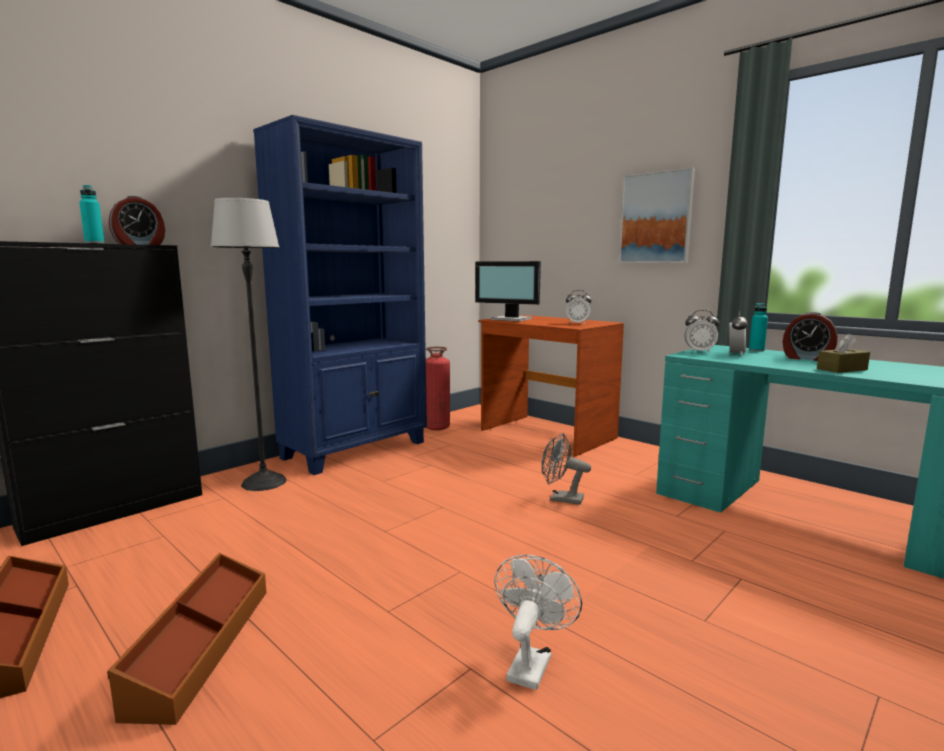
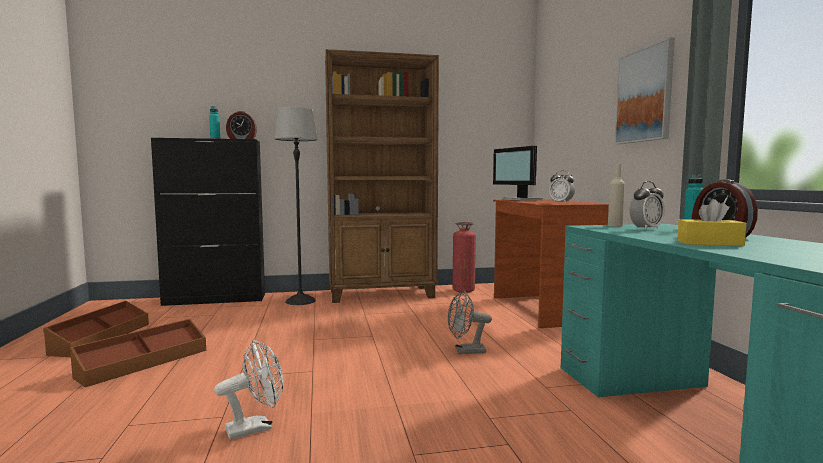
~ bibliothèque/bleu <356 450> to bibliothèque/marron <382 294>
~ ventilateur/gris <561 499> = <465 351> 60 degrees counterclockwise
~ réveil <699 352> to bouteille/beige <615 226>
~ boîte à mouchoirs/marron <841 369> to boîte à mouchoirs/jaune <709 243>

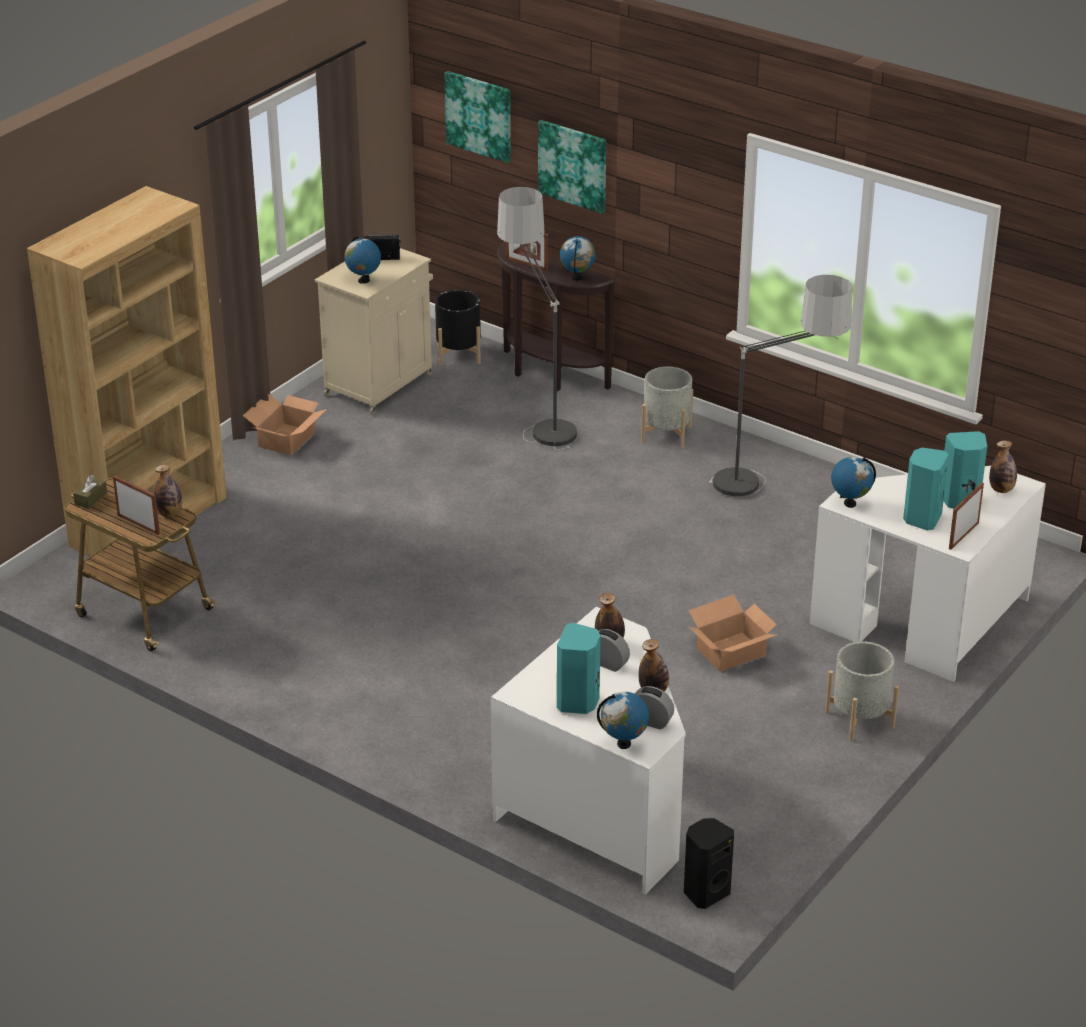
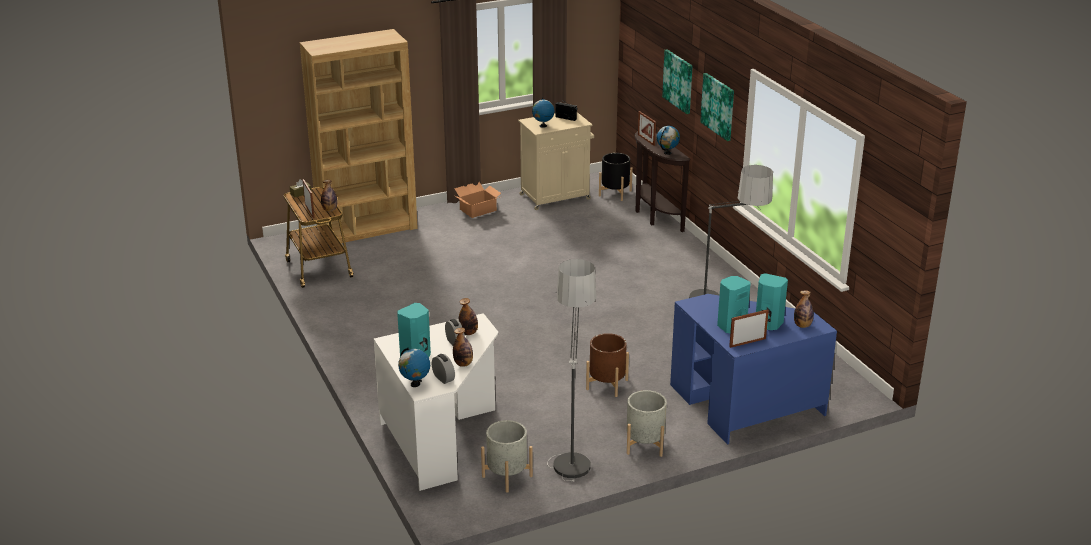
~ tableau <479 115> to <718 106>
~ lampadaire <537 419> to <571 449>
~ cache-pot/gris <666 434> to <507 476>
- enceinte/noir <705 892>
~ carton <732 652> to cache-pot/marron <607 384>
~ bureau/blanc <926 622> to bureau/bleu <744 406>
- globe <850 503>

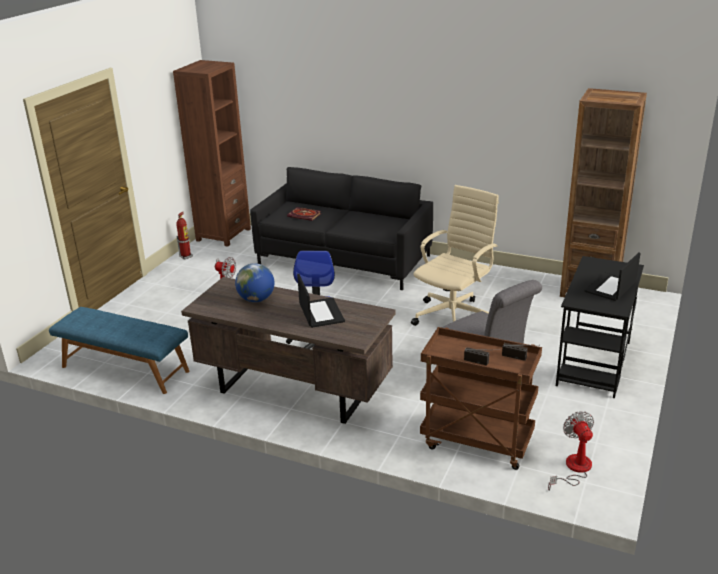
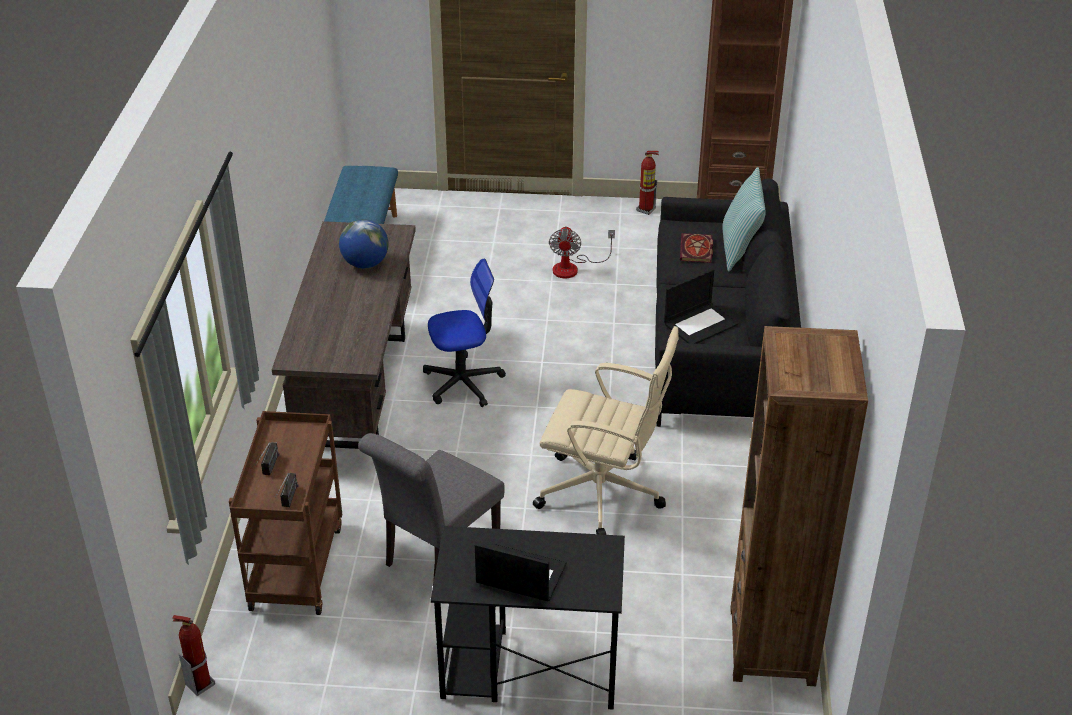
~ ordinateur portable <320 313> to <700 324>
- ventilateur <573 469>
+ extincteur <200 684>
+ coussin <740 249>

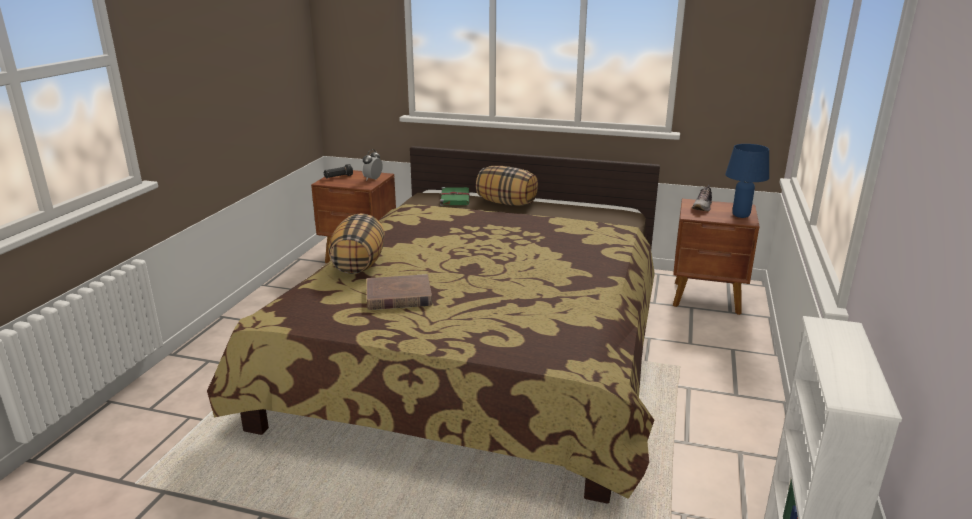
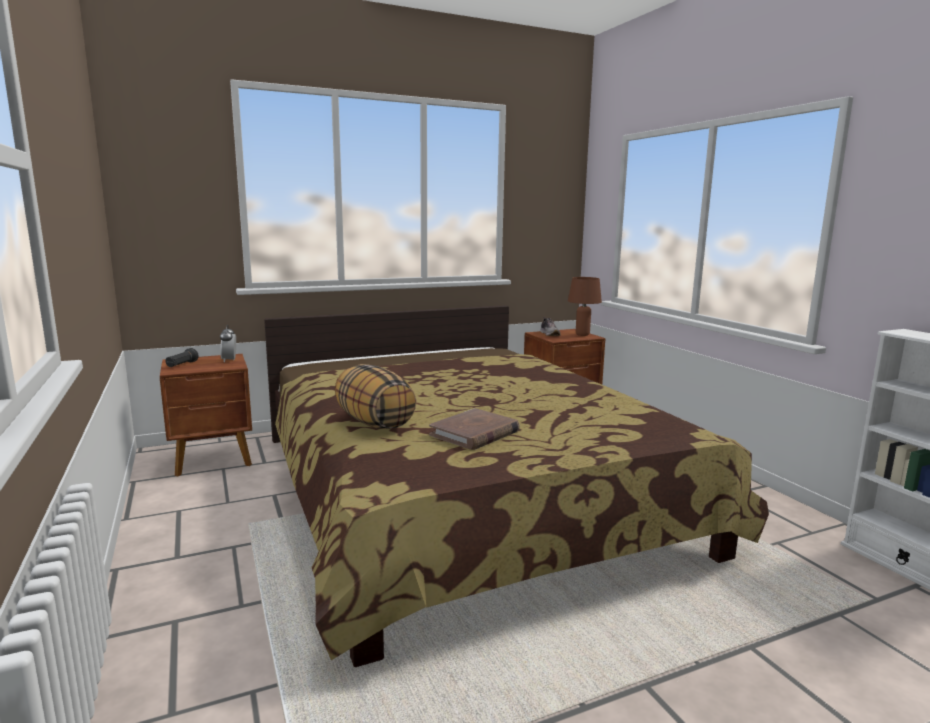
- livre/vert <455 198>
- coussin <507 203>
~ lampe de table/bleu <741 215> to lampe de table/marron <582 334>

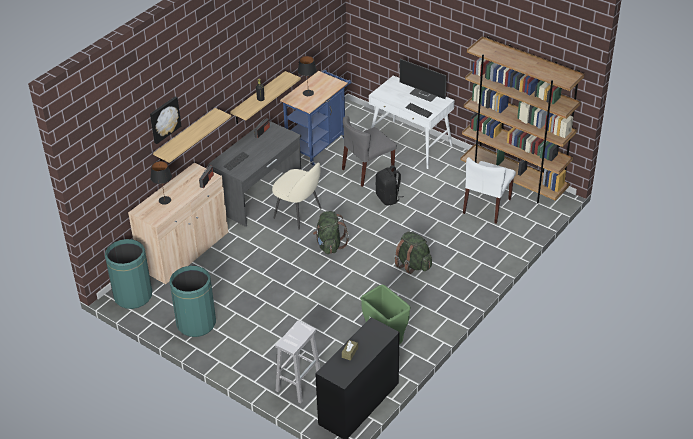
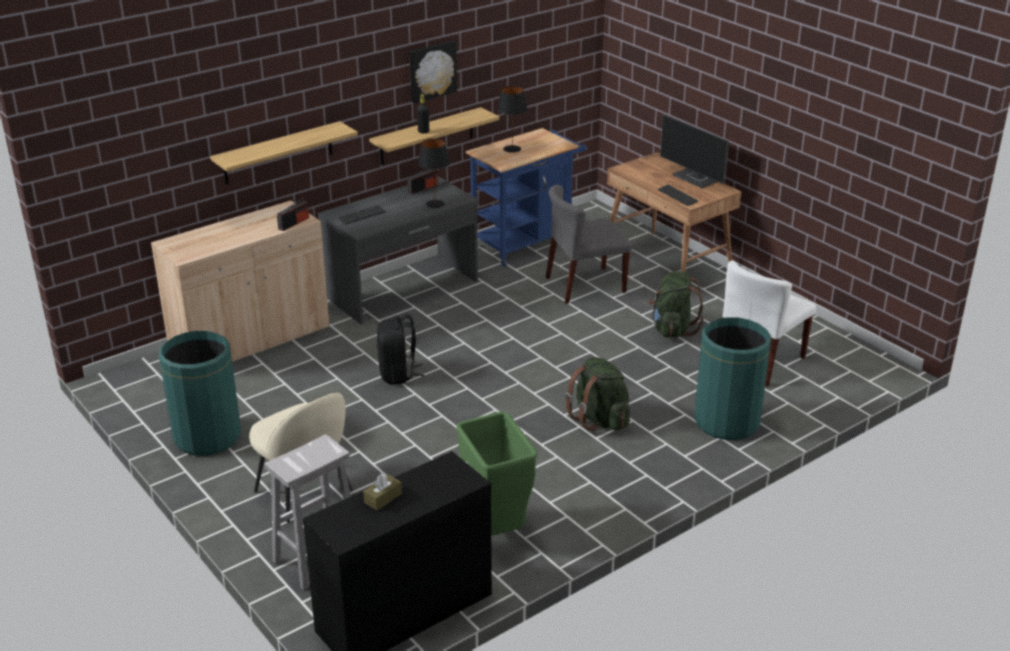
~ poubelle/vert <133 296> to <726 421>
~ tableau <164 119> to <432 70>
~ lampe de table/noir <165 200> to <435 204>
~ chaise/beige <298 213> to <305 492>
~ sac à dos/vert <329 245> to <672 329>
~ bureau/blanc <410 144> to bureau/marron <667 264>
~ sac à dos/noir <388 198> to <398 374>
- bibliothèque/marron <513 181>

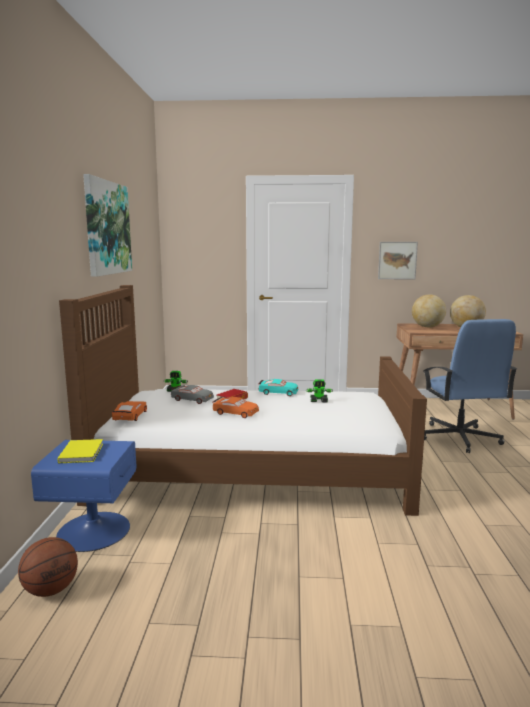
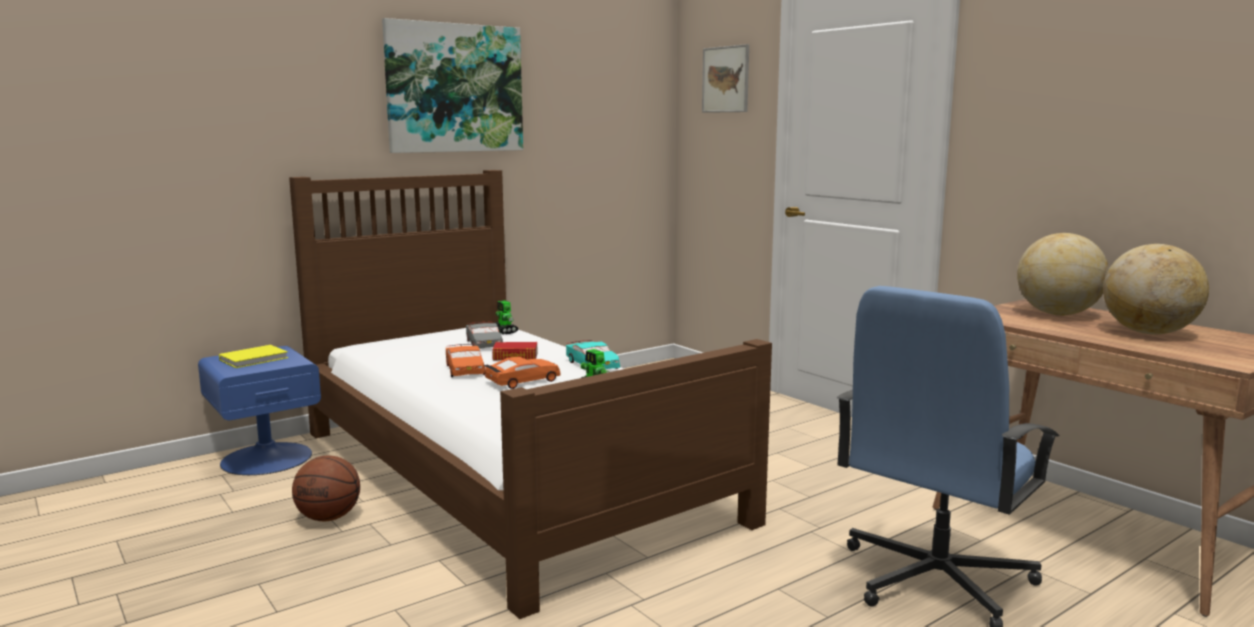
~ ballon de basket <51 589> to <329 518>
~ petite voiture/orange <130 416> to <522 381>
~ tableau <397 260> to <725 79>

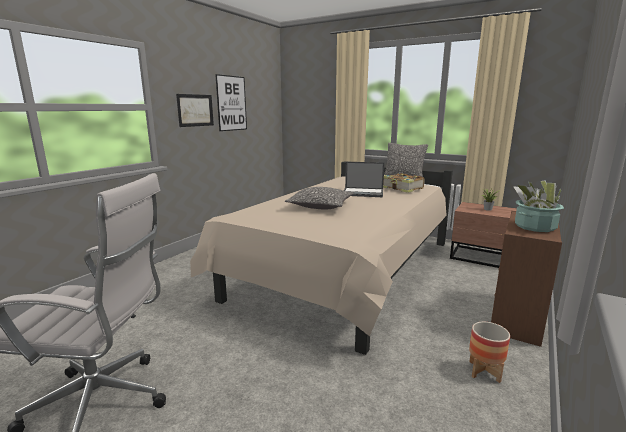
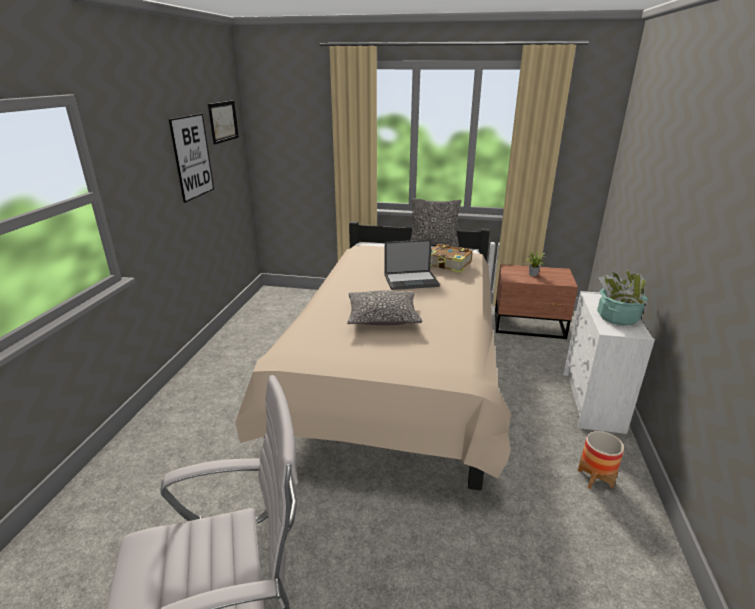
~ tableau <195 110> to <223 121>
~ commode/marron <517 317> to commode/blanc <592 402>

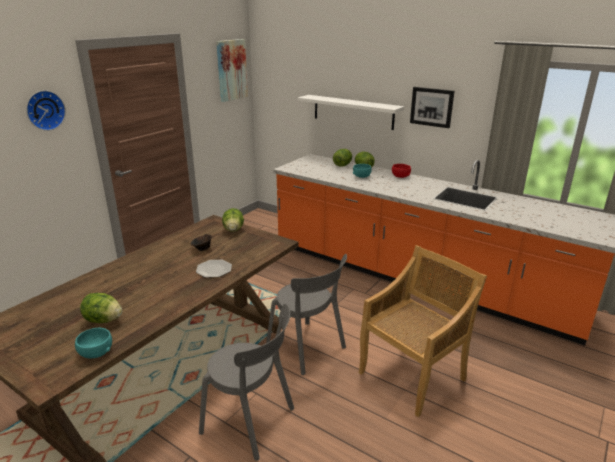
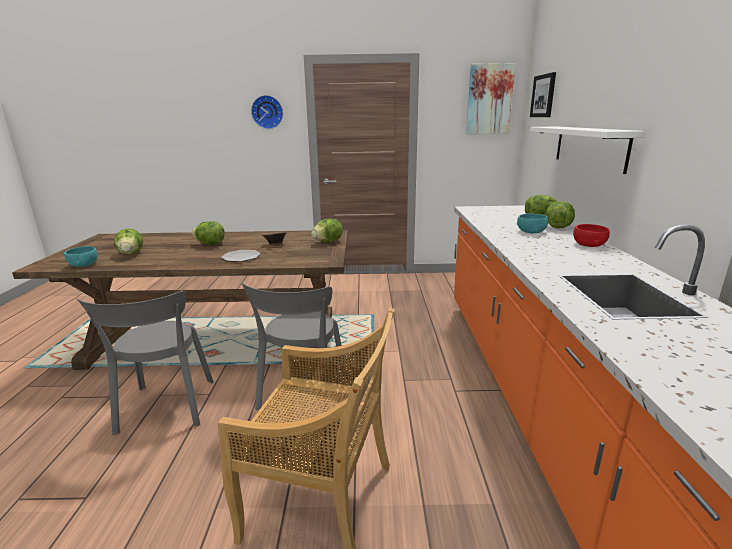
~ tableau <432 107> to <543 96>
+ laitue <210 244>

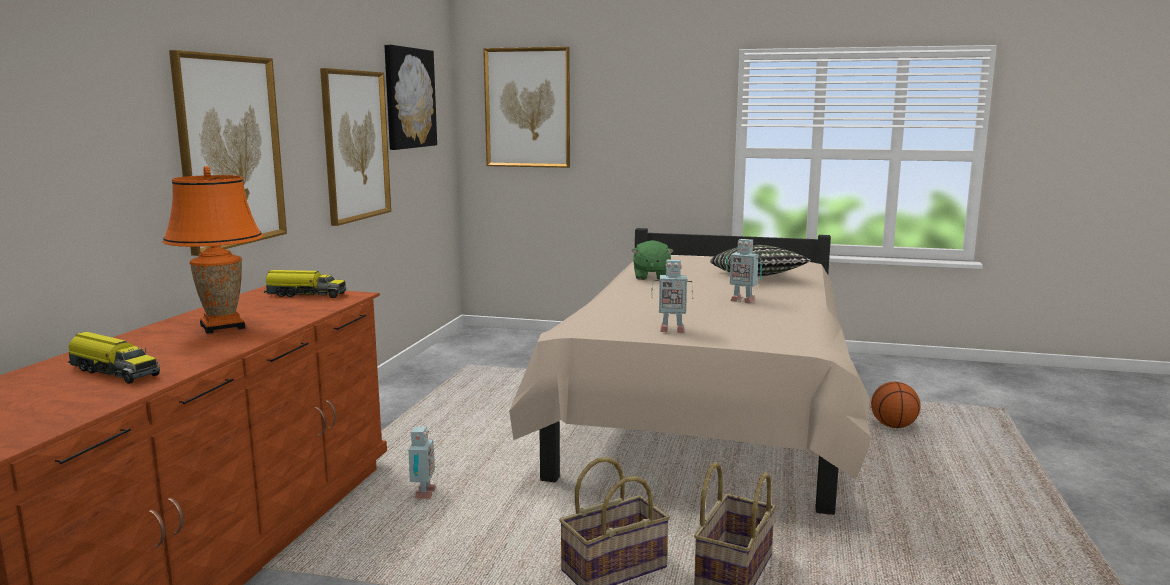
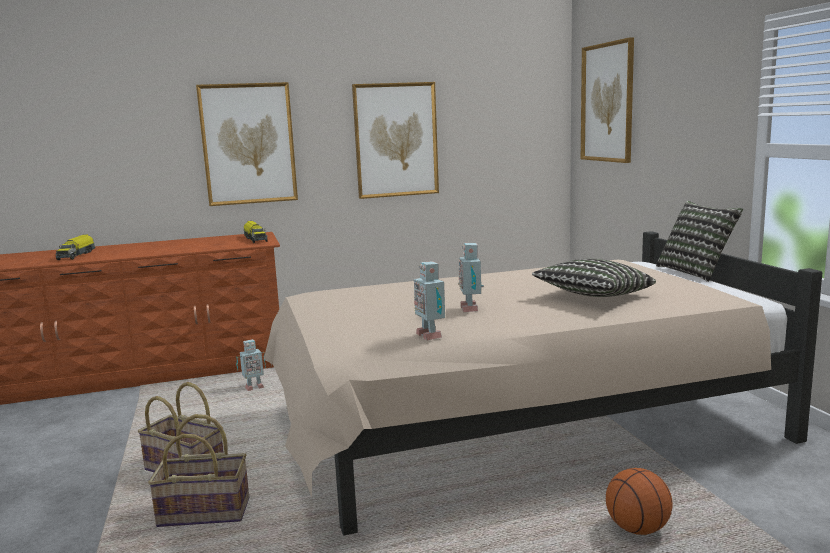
- lampe de table/orange <223 327>
- tableau <409 98>
- peluche/vert <651 277>
~ robot jouet <671 330> to <430 335>
+ coussin <696 271>

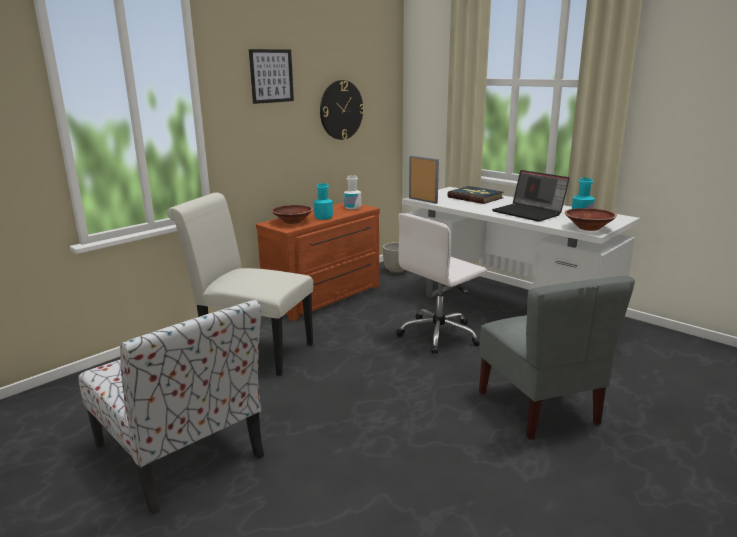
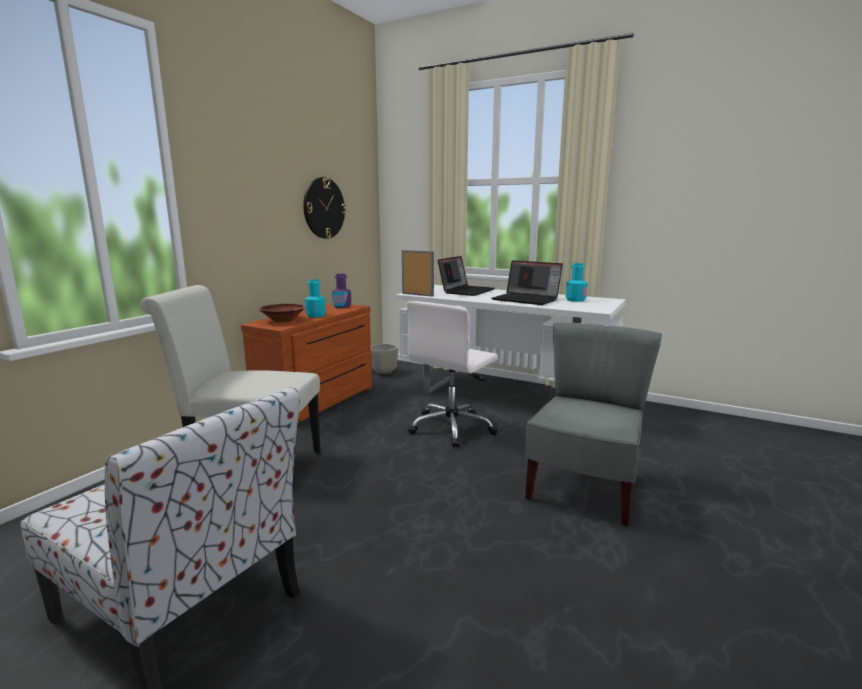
- tableau <271 76>
~ bouteille/blanc <352 207> to bouteille/violet <342 306>
~ livre <475 197> to ordinateur portable <466 291>
~ chaise/gris <539 408> = <584 489> 120 degrees counterclockwise
- bol/marron <588 228>

